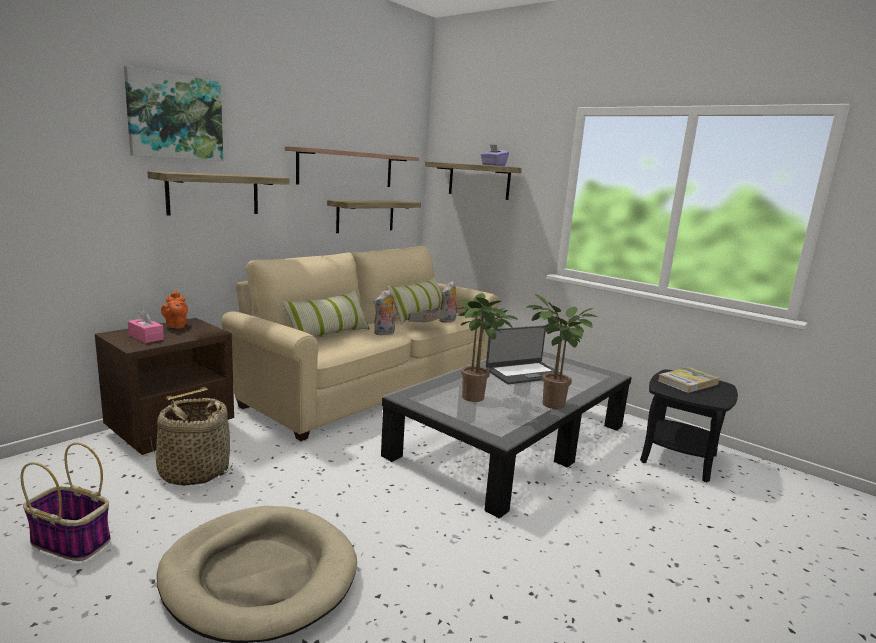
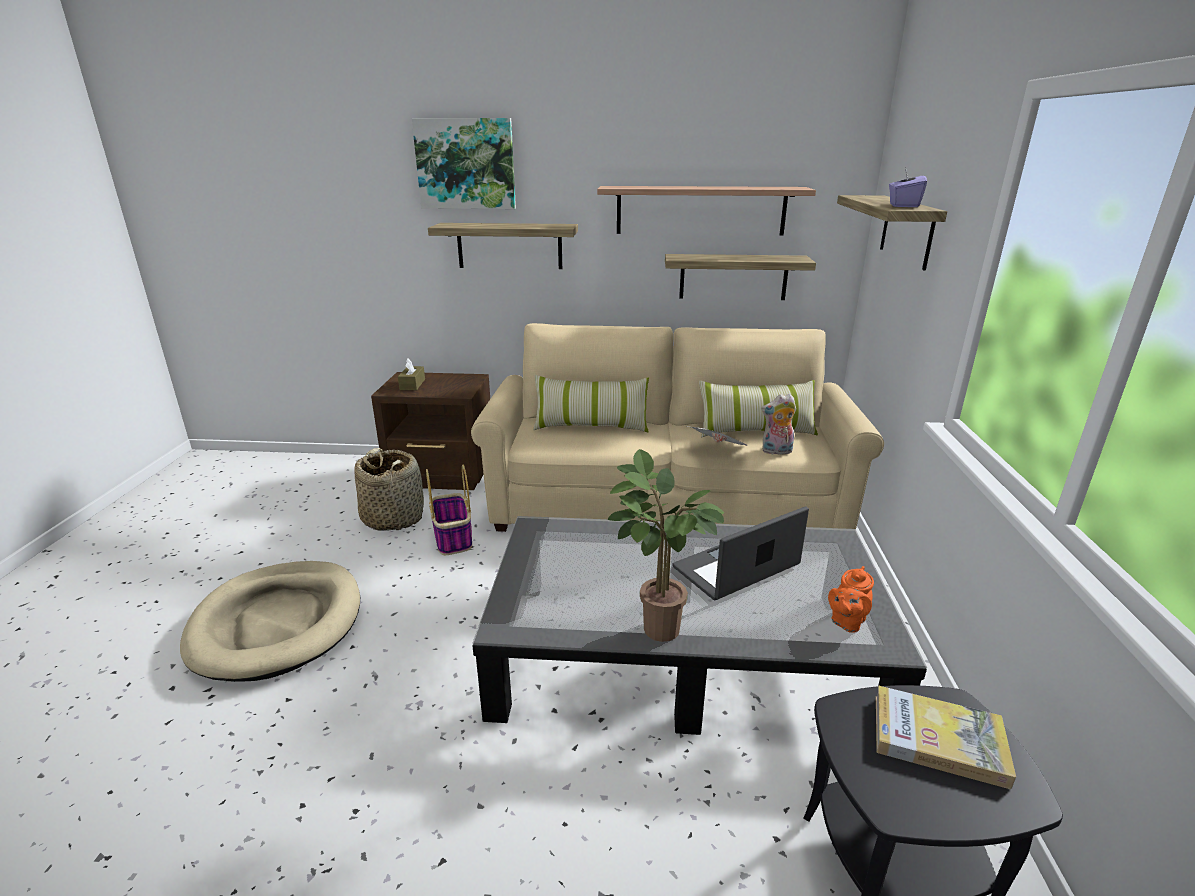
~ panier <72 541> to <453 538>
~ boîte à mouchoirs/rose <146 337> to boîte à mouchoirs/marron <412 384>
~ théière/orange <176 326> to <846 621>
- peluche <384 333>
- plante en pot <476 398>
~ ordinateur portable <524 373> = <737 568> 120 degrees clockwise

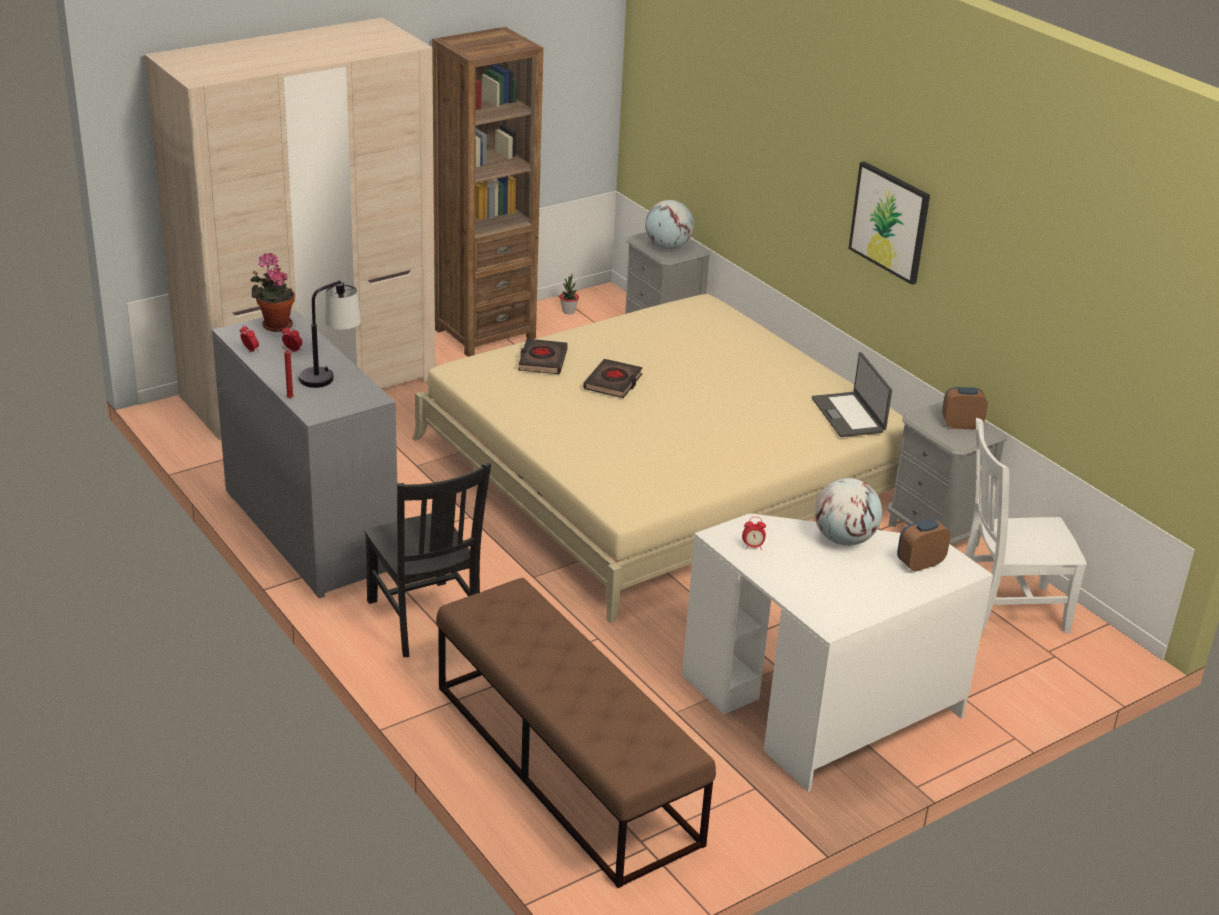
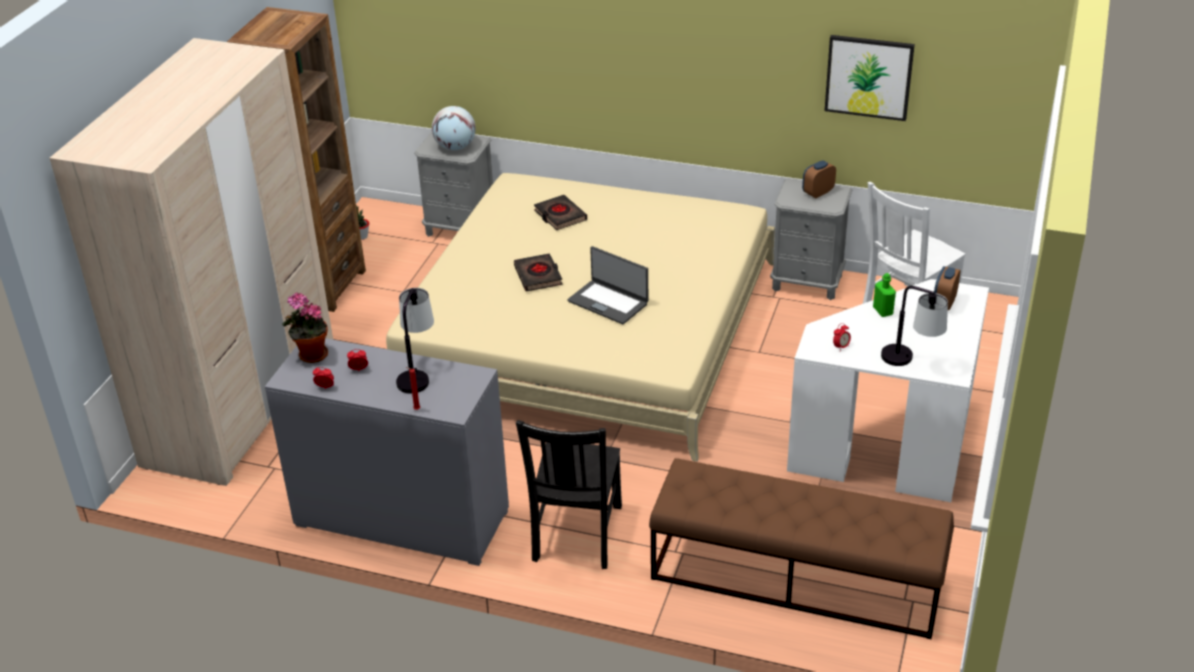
~ chaise/noir <425 621> = <576 535> 75 degrees clockwise
~ livre/noir <542 361> to <560 216>
~ ordinateur portable <849 415> to <608 302>
~ globe <843 539> to bouteille/vert <882 311>
~ tableau <890 222> to <869 77>
+ lampe de table <910 361>

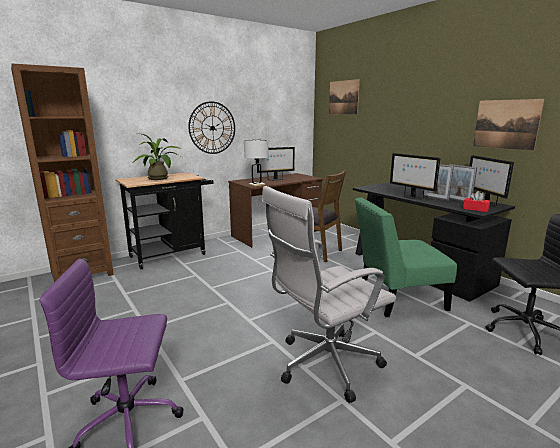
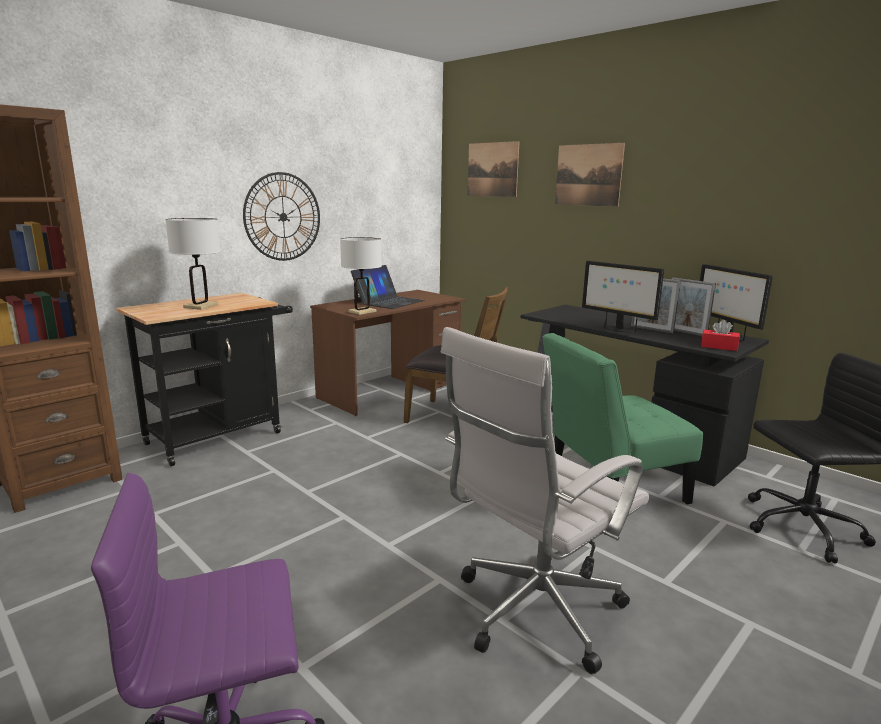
~ plante en pot <160 179> to lampe de table/blanc <201 306>
~ écran d'ordinateur <275 179> to ordinateur portable <388 301>
~ tableau <506 124> to <588 175>

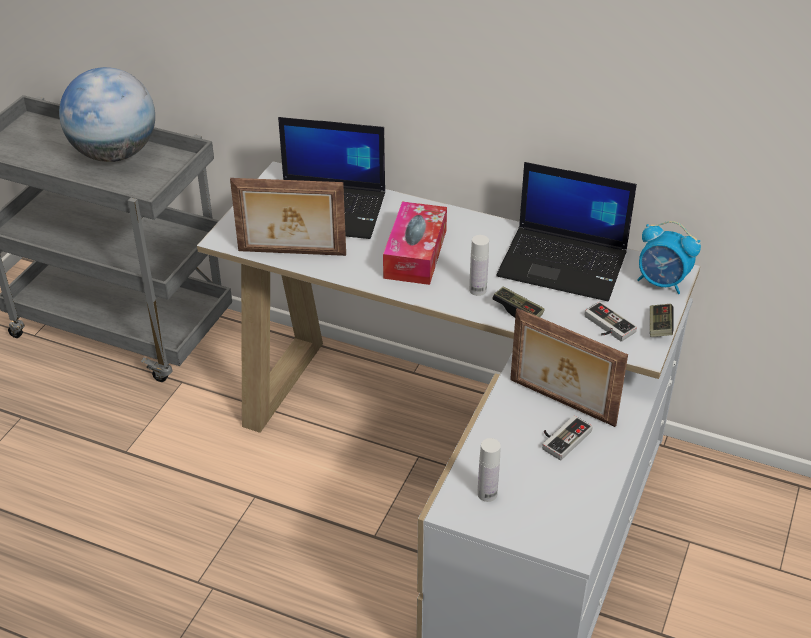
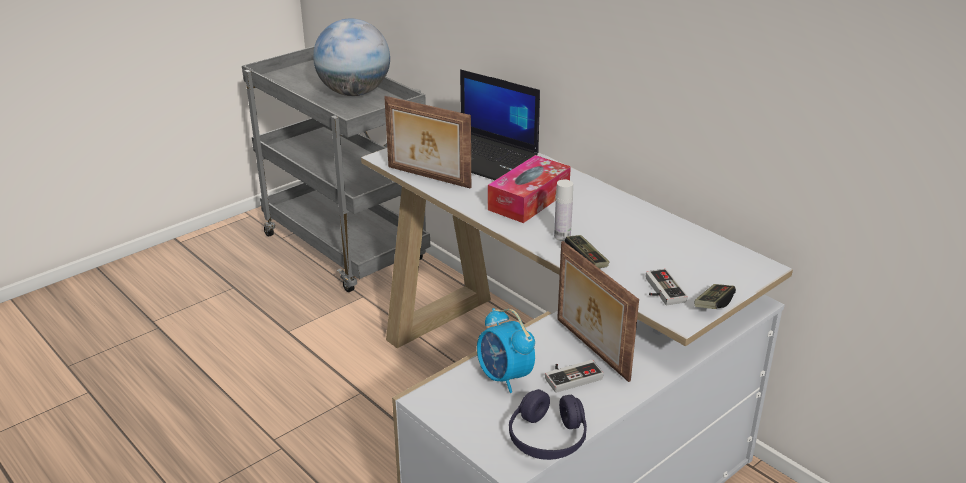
- bouteille/blanc <487 494>
- ordinateur portable <564 263>
~ réveil <662 282> to <504 377>
+ casque audio/violet <547 438>

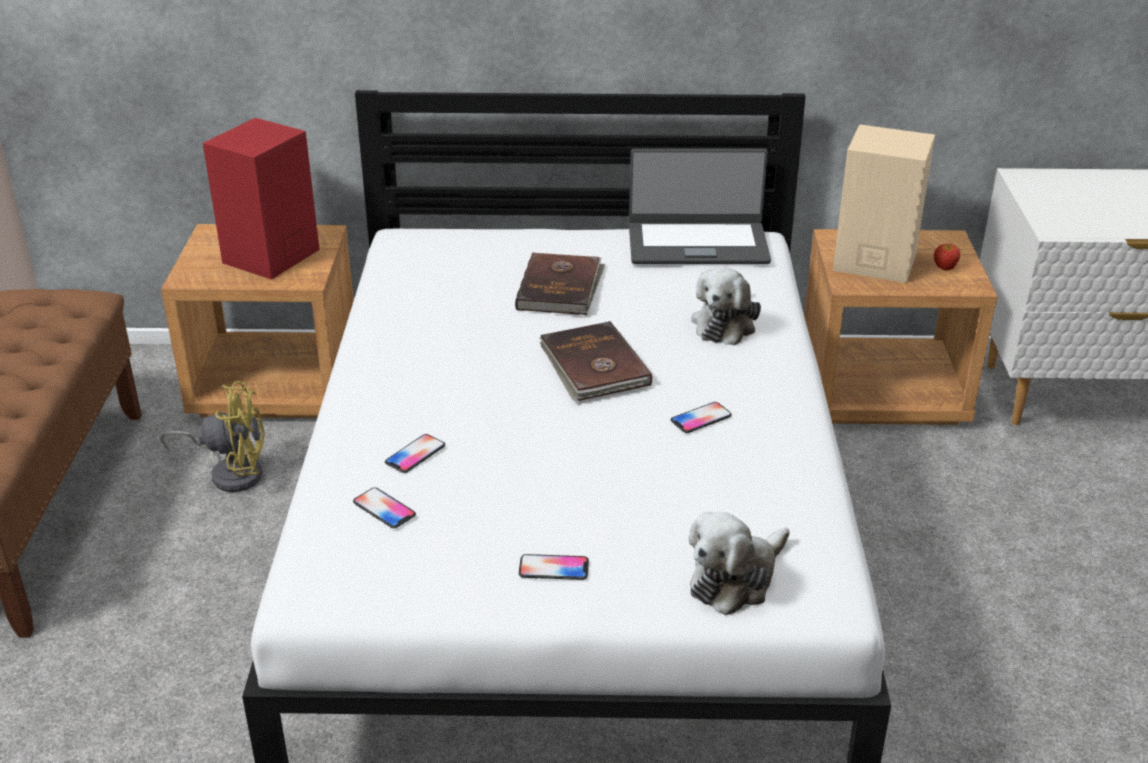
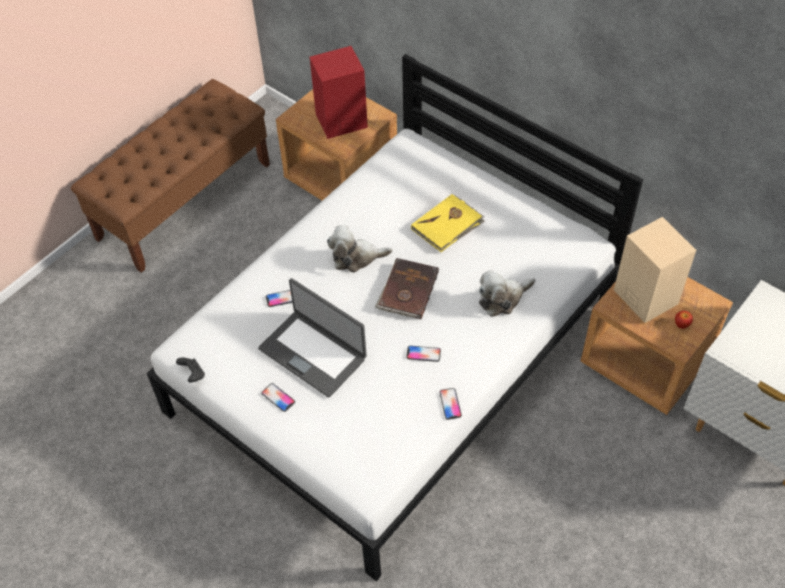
- ventilateur/jaune <231 472>
~ téléphone <384 509> to <450 404>
~ livre/marron <560 288> to livre/jaune <447 225>
~ ordinateur portable <697 243> to <313 353>
~ peluche <735 579> to <356 257>
+ manette/noir <193 374>

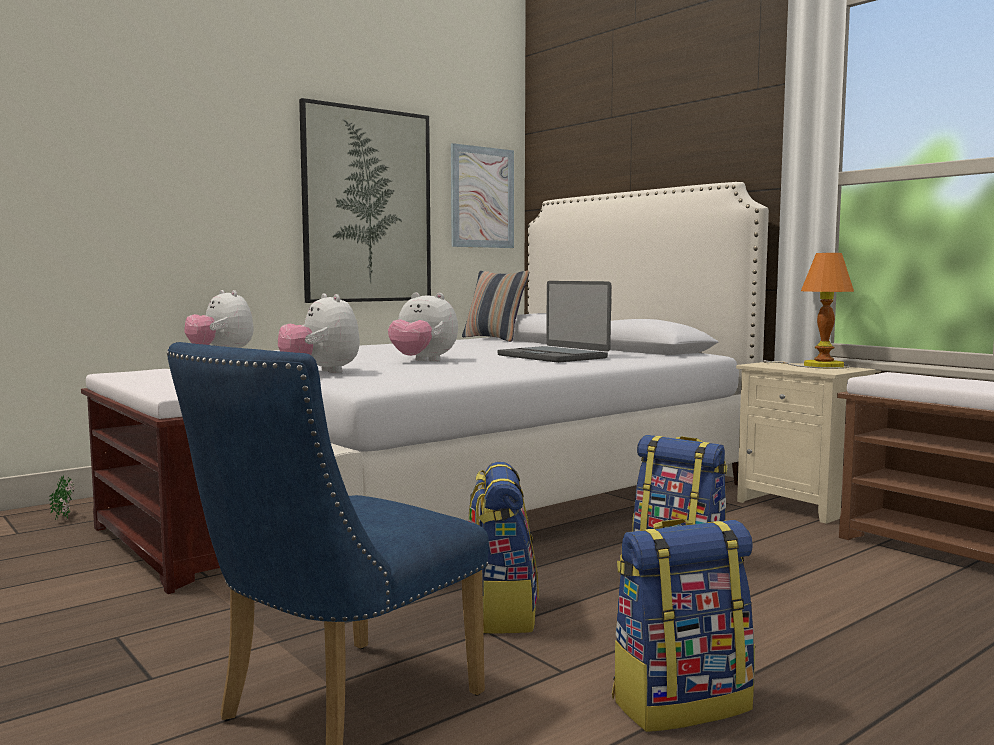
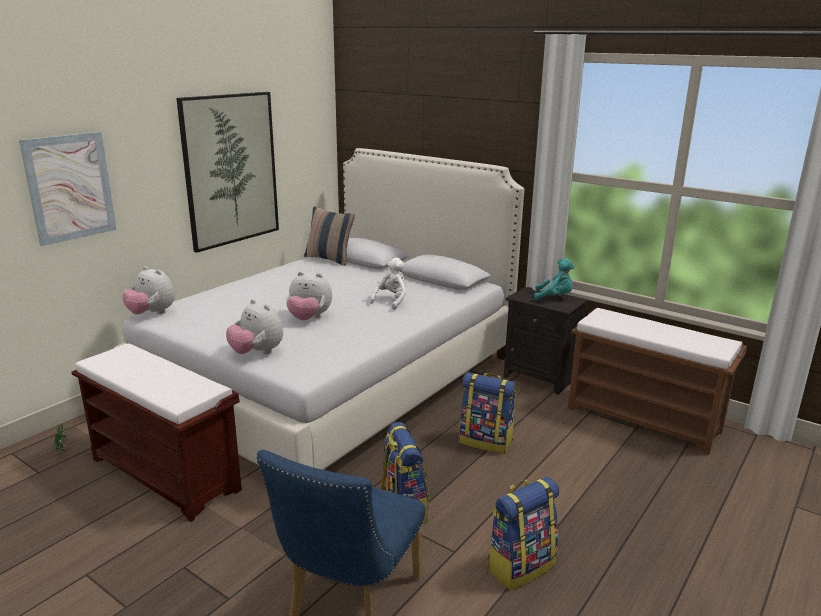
~ tableau <482 197> to <70 187>
~ ordinateur portable <553 356> to peluche/blanc <391 301>
~ table de chevet/beige <804 505> to table de chevet/noir <542 376>
~ lampe de table <818 366> to peluche/turquoise <554 297>

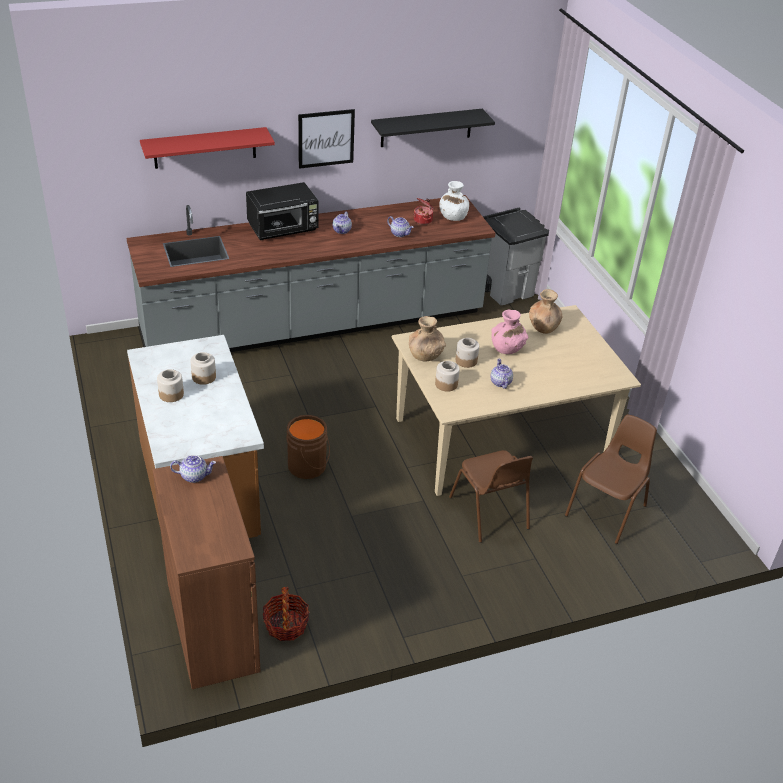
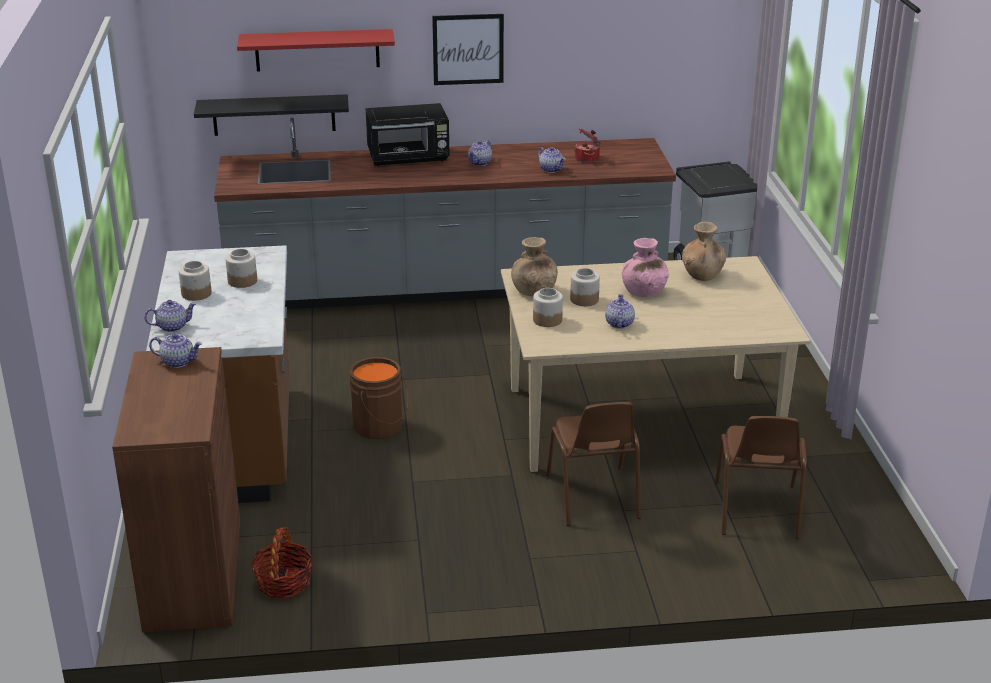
~ étagère/noir <426 128> to <274 115>
- vase/blanc <452 216>
~ chaise/marron <607 511> = <756 511> 135 degrees clockwise
+ théière <172 326>

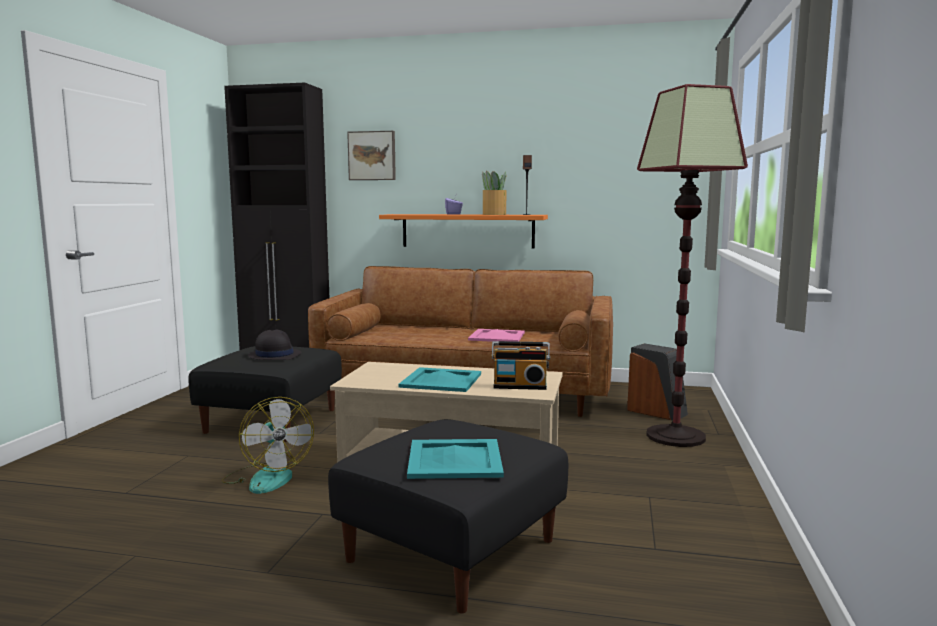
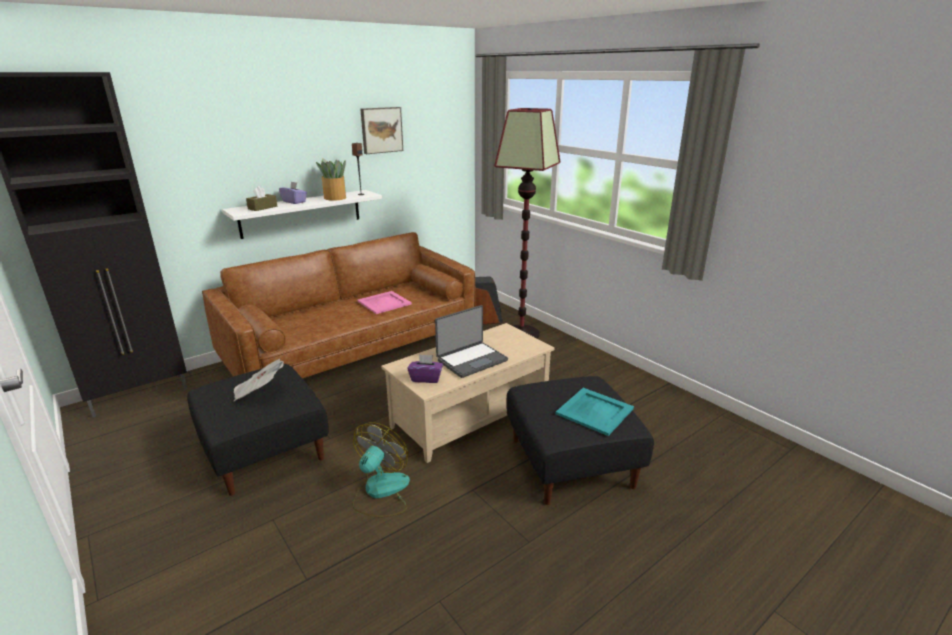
~ ventilateur <267 477> = <380 492> 75 degrees counterclockwise
~ chapeau/noir <274 355> to journal <259 392>
~ tableau <372 156> to <381 130>
~ étagère/orange <467 231> to étagère/blanc <301 213>
~ plateau/turquoise <442 380> to ordinateur portable <471 360>
- radio <520 386>
+ boîte à mouchoirs/marron <262 208>
+ boîte à mouchoirs/violet <426 378>

